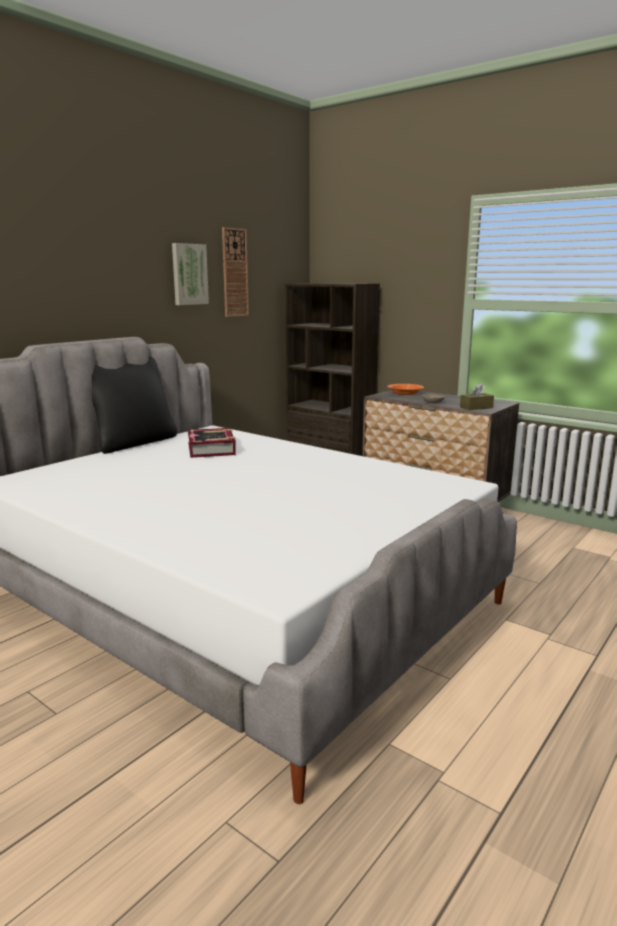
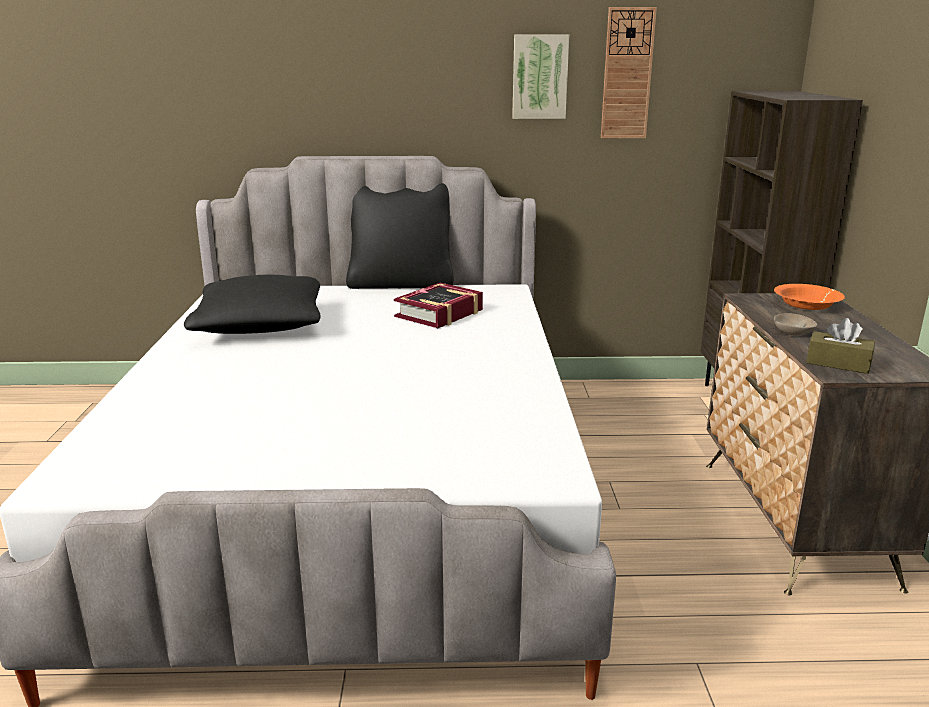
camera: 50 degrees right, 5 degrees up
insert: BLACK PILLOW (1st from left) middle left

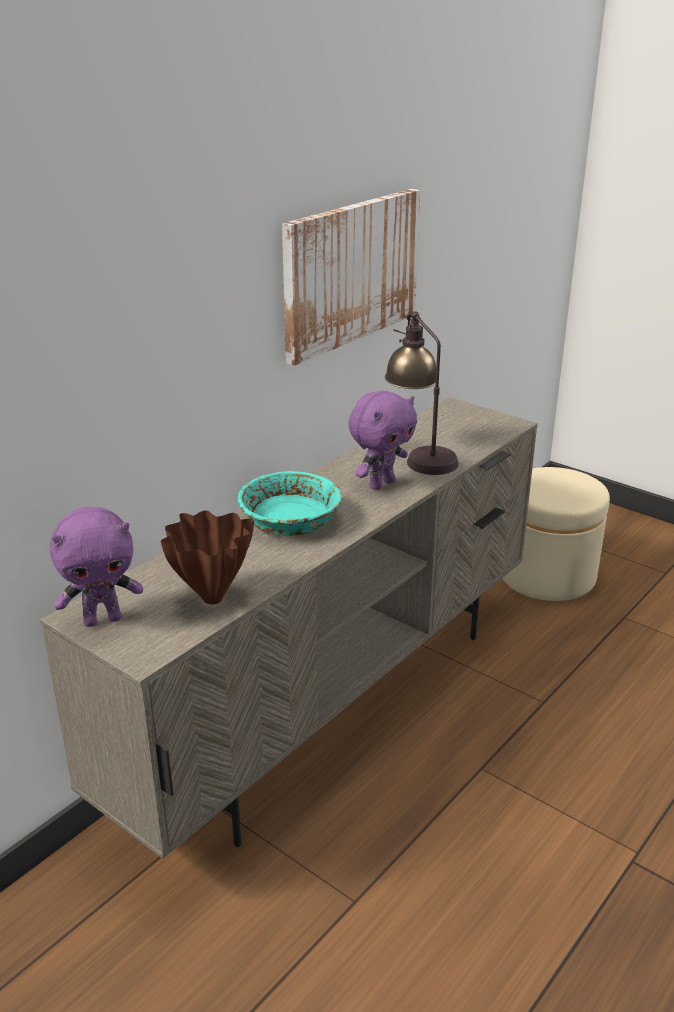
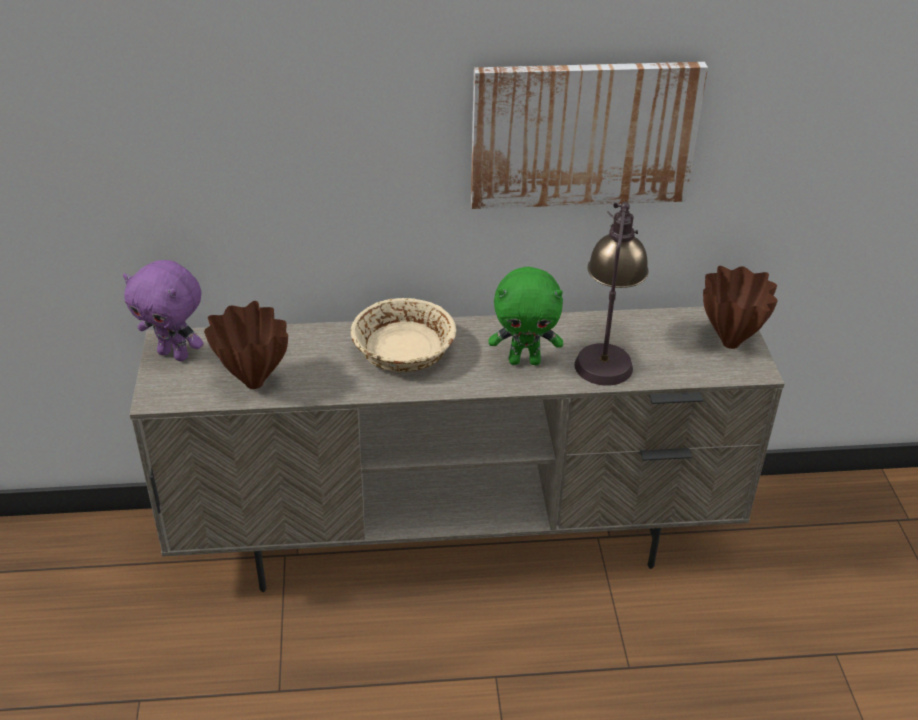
camera: 45 degrees right, 10 degrees up
delete: BEIGE OTTOMAN middle right
insert: BROWN VASE (2nd from left) middle right
recolor: TURQUOISE BOWL centre to BEIGE BOWL centre; PURPLE PLUSH TOY (2nd from left) centre to GREEN PLUSH TOY centre

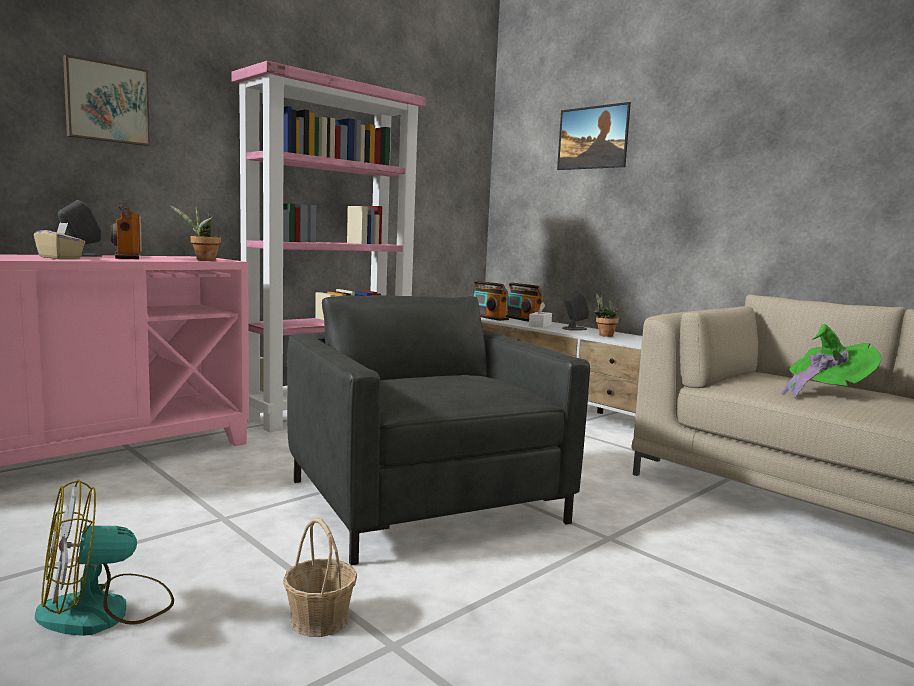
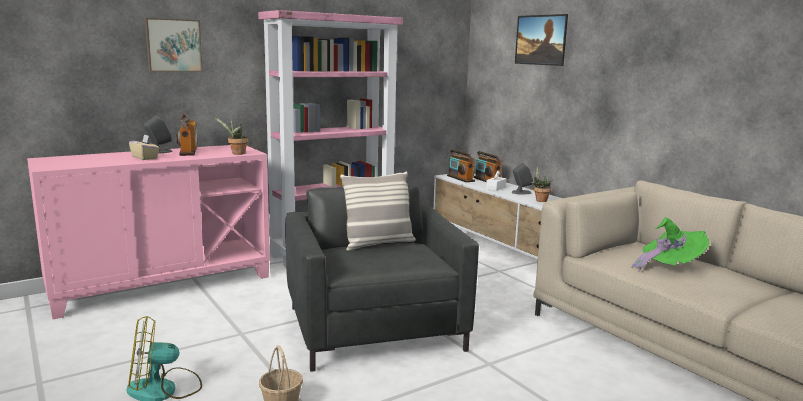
camera: 10 degrees right, 5 degrees up
insert: PILLOW centre

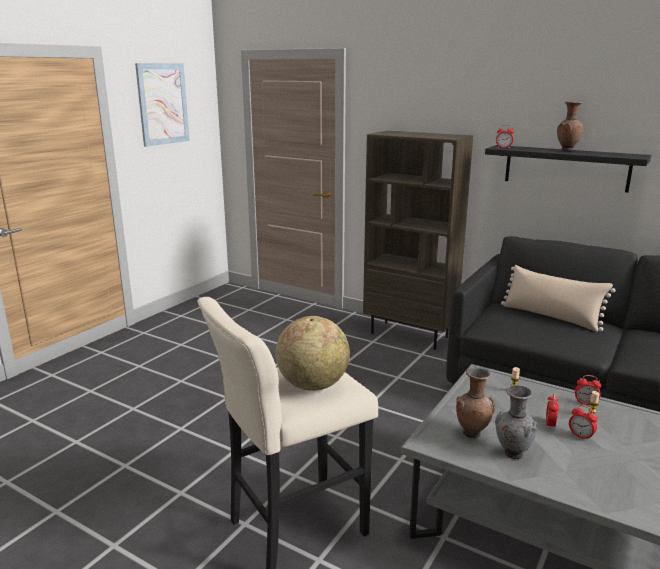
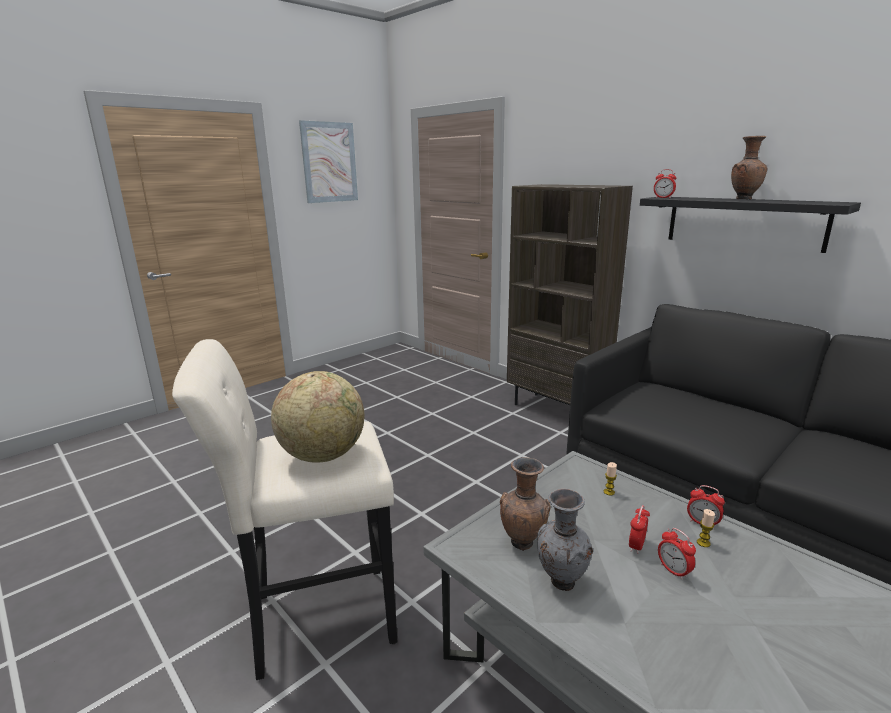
camera: 15 degrees right, 0 degrees up
delete: BEIGE PILLOW middle right

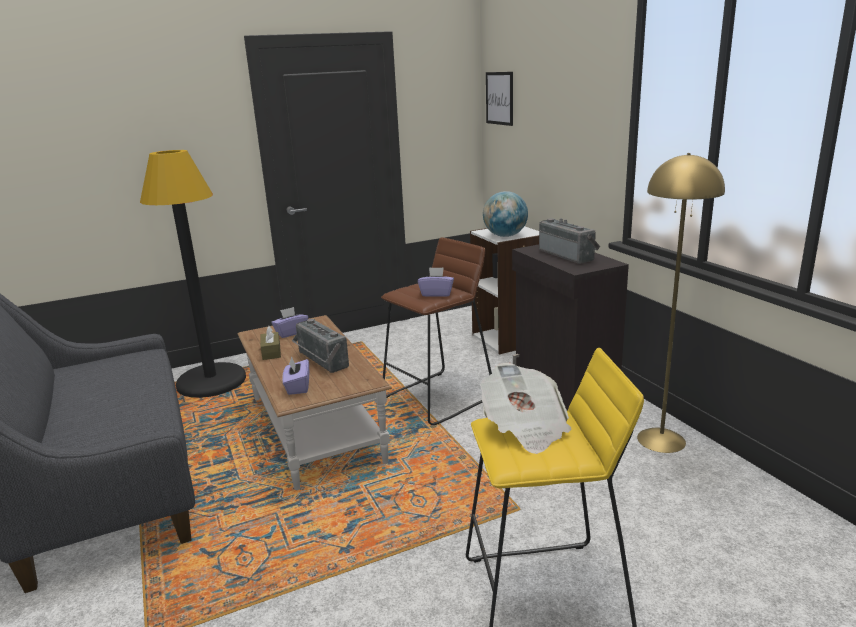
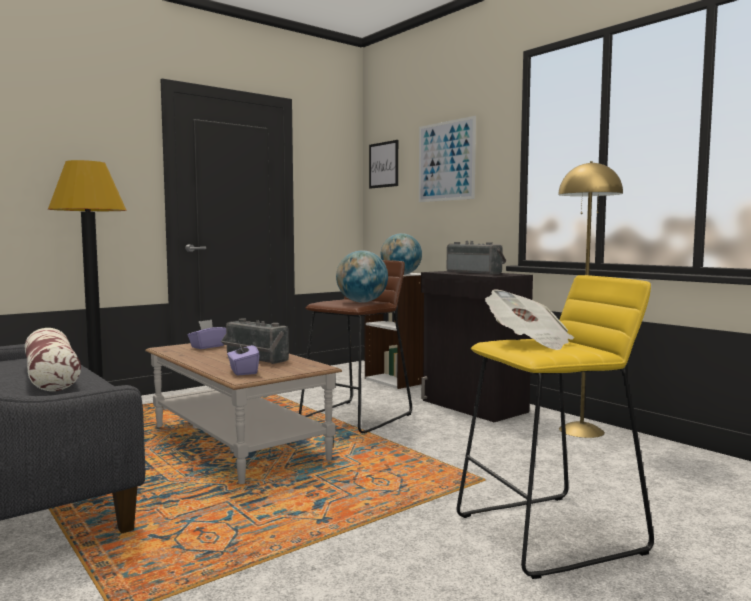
camera: 15 degrees left, 15 degrees down
delete: BROWN TISSUE BOX middle left
insert: PILLOW middle left; PICTURE (2nd from left) top centre
replace: PURPLE TISSUE BOX (3rd from left) centre to GLOBE (1st from left) centre

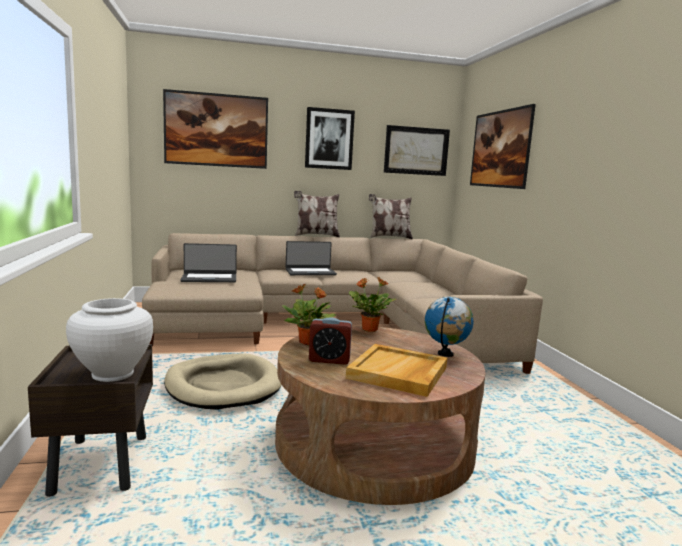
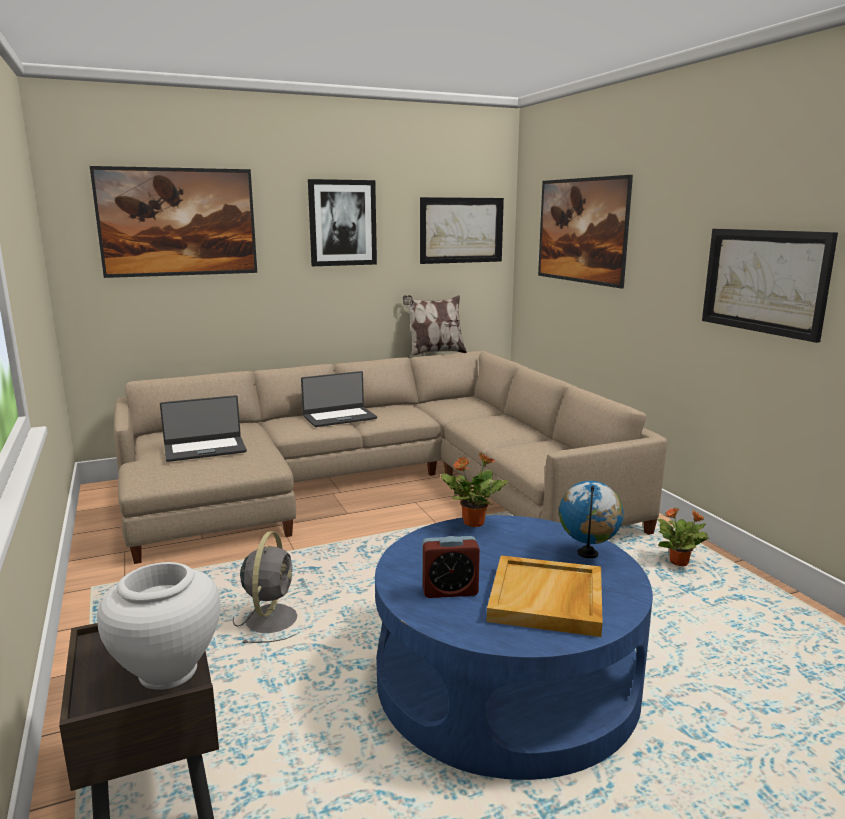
camera: 10 degrees left, 5 degrees up
delete: PILLOW (1st from left) centre
insert: PICTURE (5th from left) middle right
move: POTTED PLANT (1st from left in the first image) centre to POTTED PLANT (2nd from left) middle right
replace: BEIGE DOG BED bottom left to GREY FAN bottom left
recolor: BROWN COFFEE TABLE bottom centre to BLUE COFFEE TABLE bottom centre

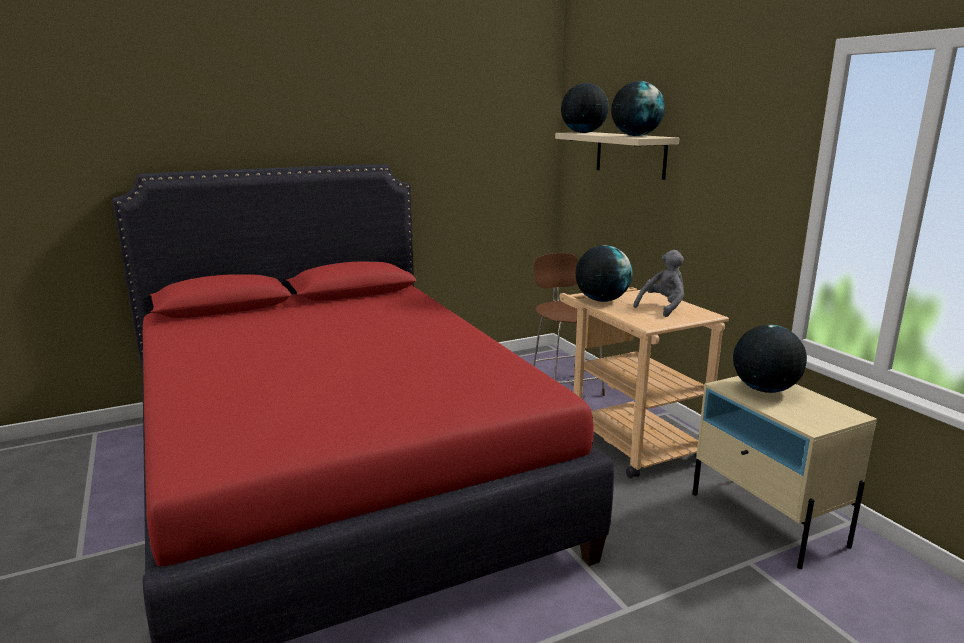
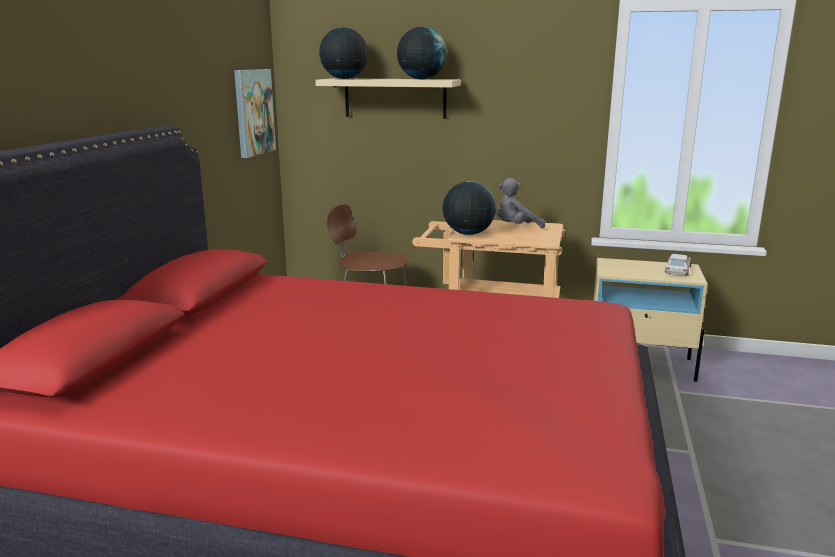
camera: 50 degrees left, 0 degrees up
delete: GLOBE (4th from left) middle right
insert: PICTURE top left; TOY CAR middle right
rotate: GREY PLUSH TOY middle right = centre 105 degrees counterclockwise

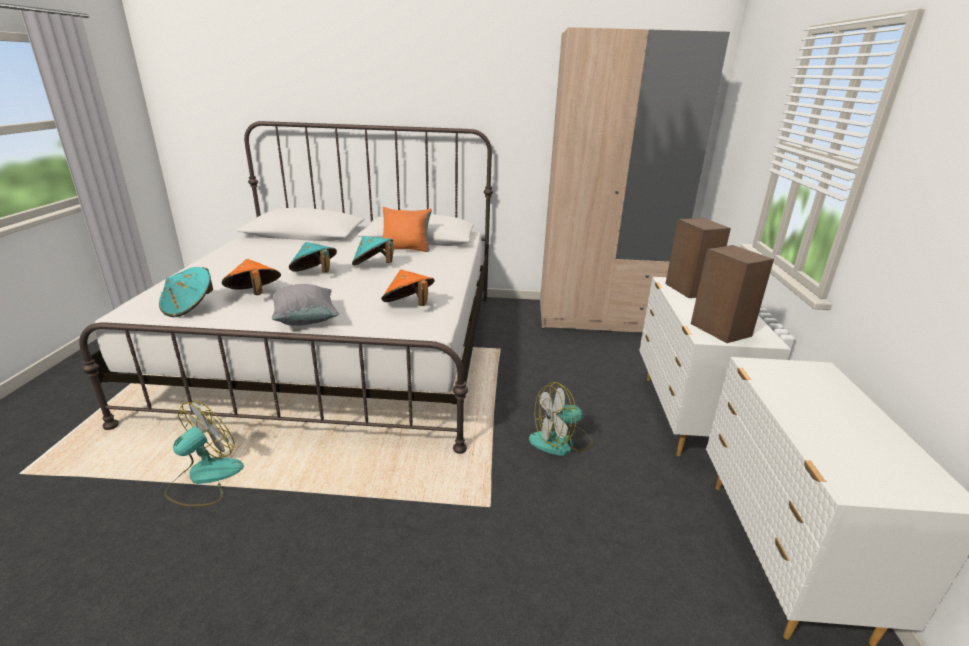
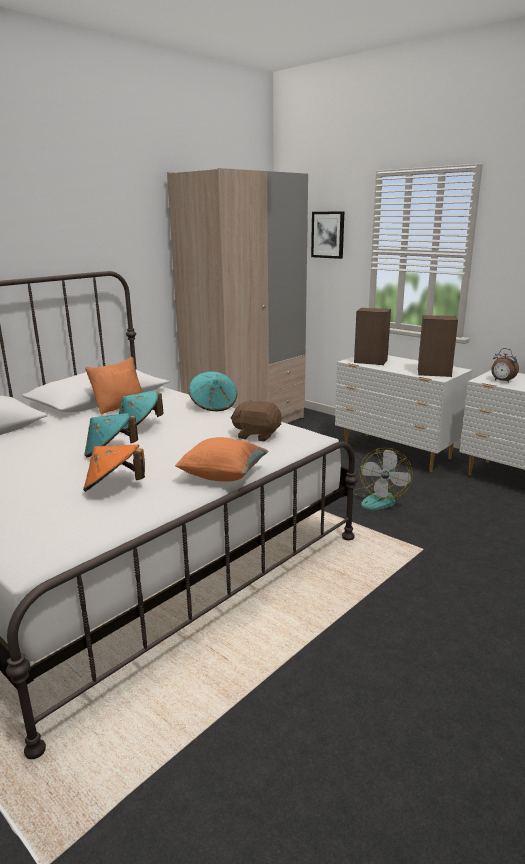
camera: 50 degrees left, 5 degrees down
delete: FAN (1st from left) bottom left
insert: PICTURE top centre; ALARM CLOCK middle right
move: TURQUOISE HAT (1st from left in the first image) middle left to TURQUOISE HAT (3rd from left) centre
replace: ORANGE HAT (2nd from left) centre to BROWN PLUSH TOY centre
recolor: GREY PILLOW middle left to ORANGE PILLOW (2nd from left) centre

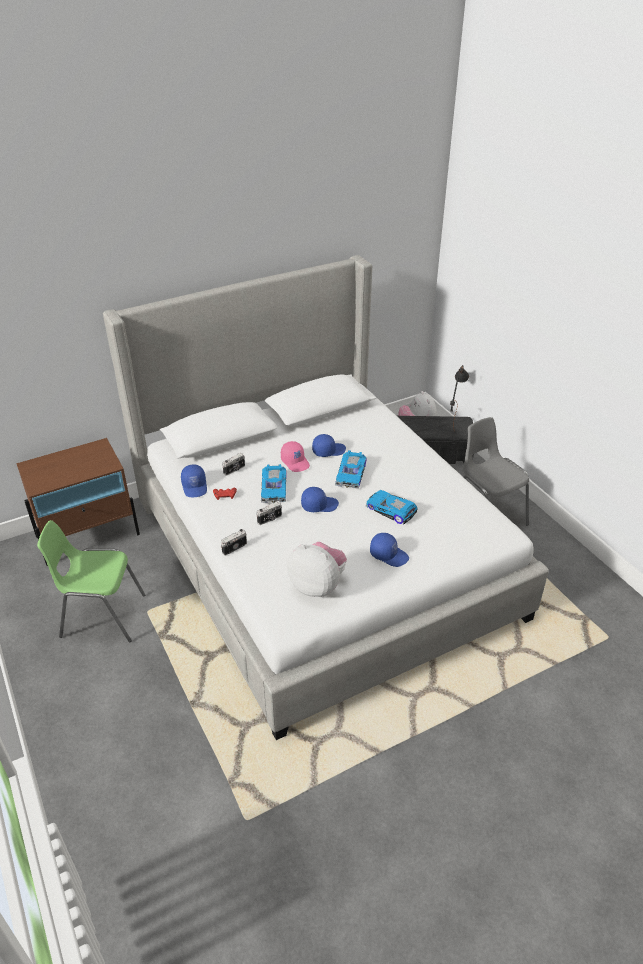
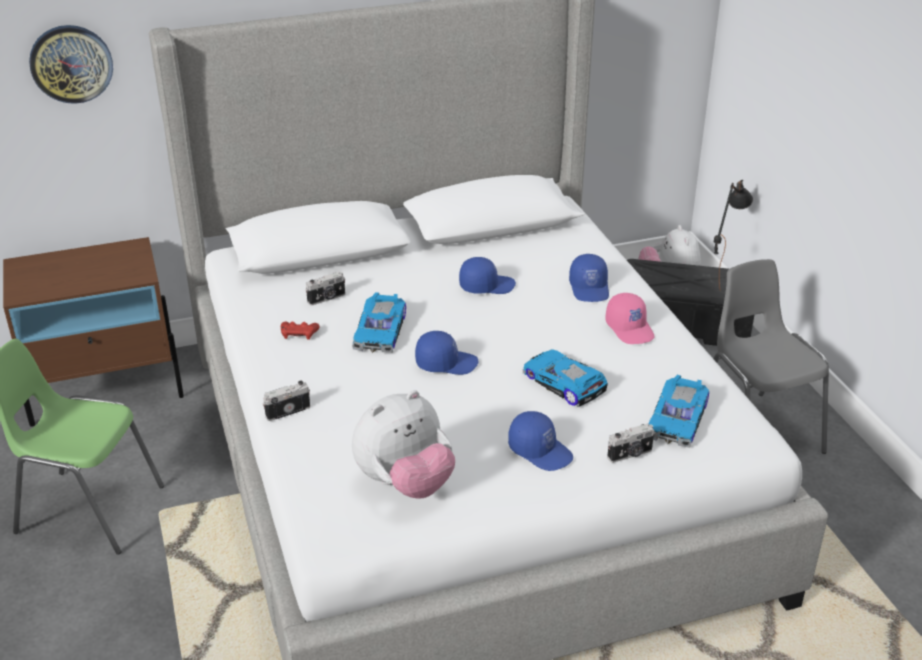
camera: 10 degrees right, 5 degrees down
insert: WALL CLOCK top left
move: BLUE CAP (1st from left in the first image) middle left to BLUE CAP (4th from left) centre; PHOTO CAMERA (3rd from left) centre to bottom right; PINK CAP centre to middle right; TOY CAR (2nd from left in the first image) centre to TOY CAR (3rd from left) middle right
rotate: PLUSH TOY (1st from left) centre = bottom centre 105 degrees clockwise

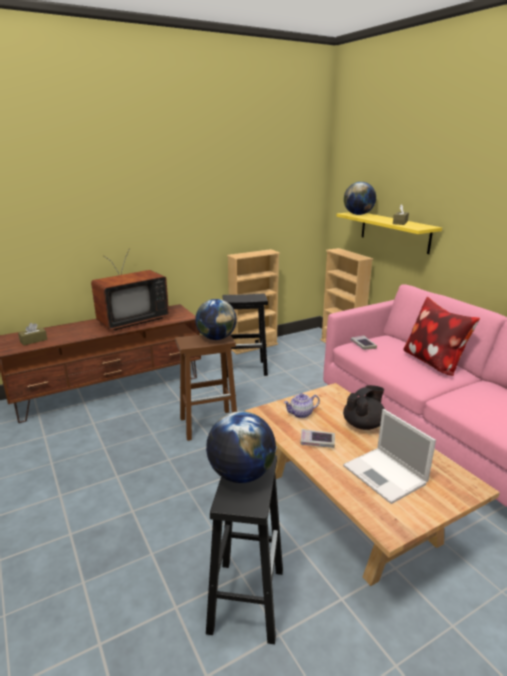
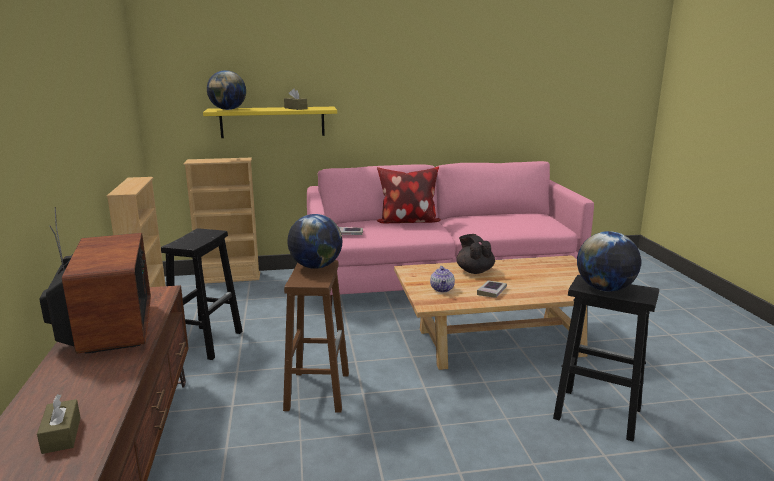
camera: 70 degrees left, 5 degrees down
delete: LAPTOP bottom right

